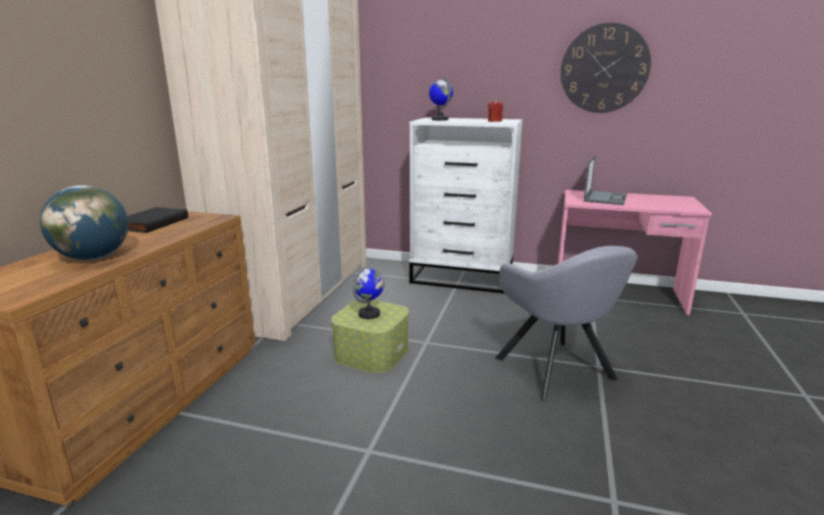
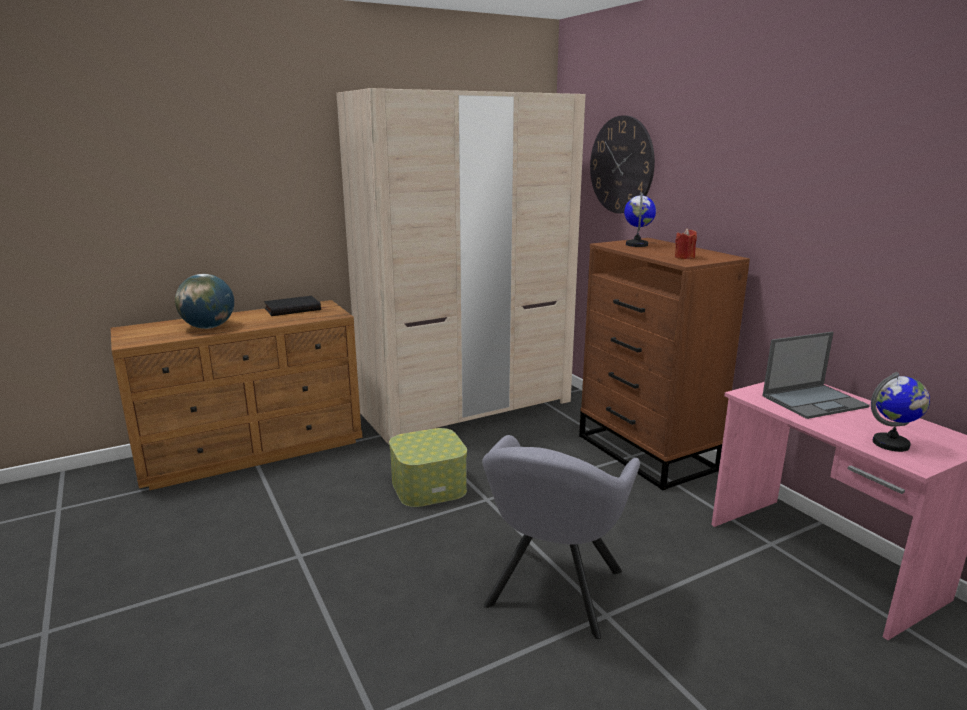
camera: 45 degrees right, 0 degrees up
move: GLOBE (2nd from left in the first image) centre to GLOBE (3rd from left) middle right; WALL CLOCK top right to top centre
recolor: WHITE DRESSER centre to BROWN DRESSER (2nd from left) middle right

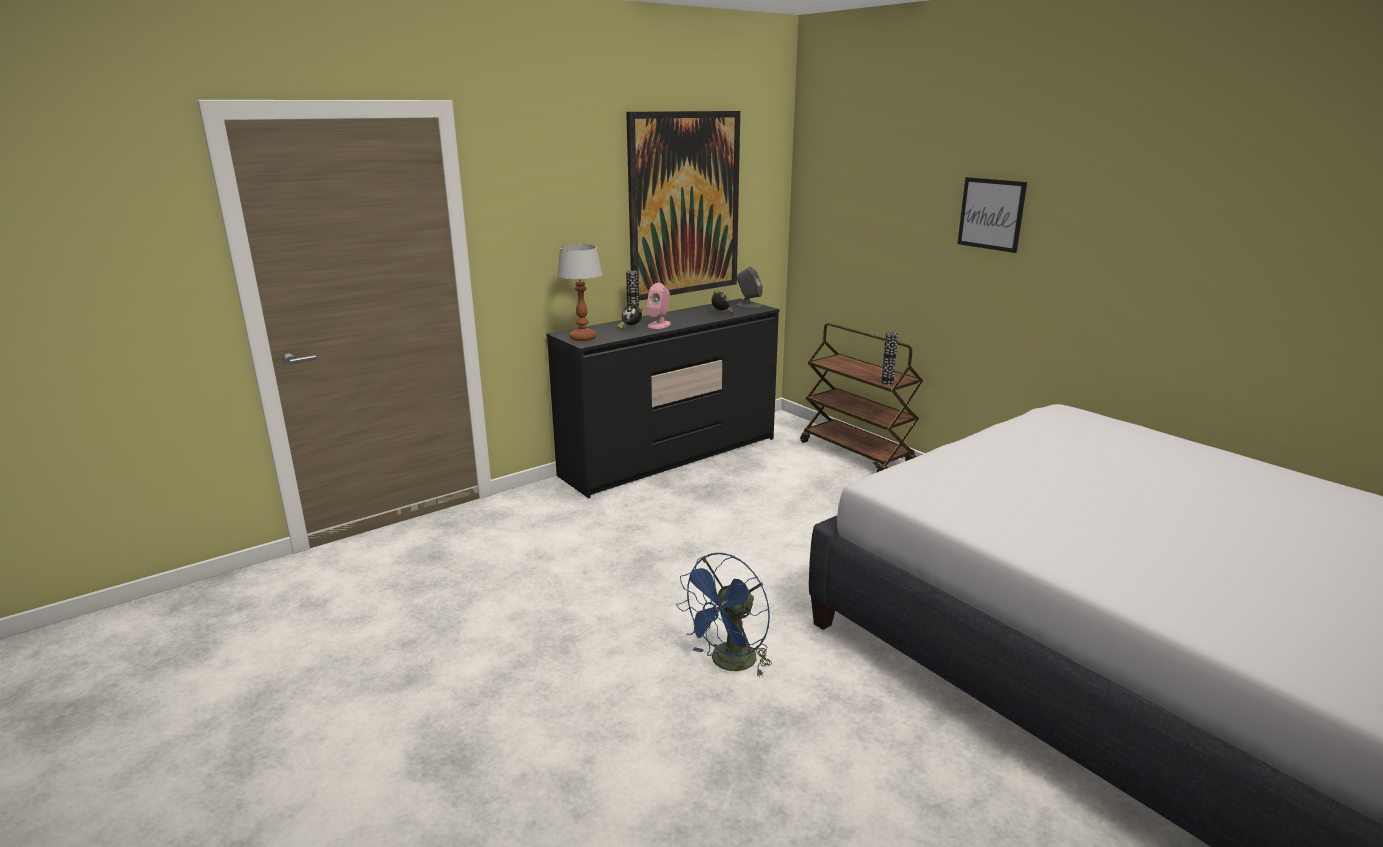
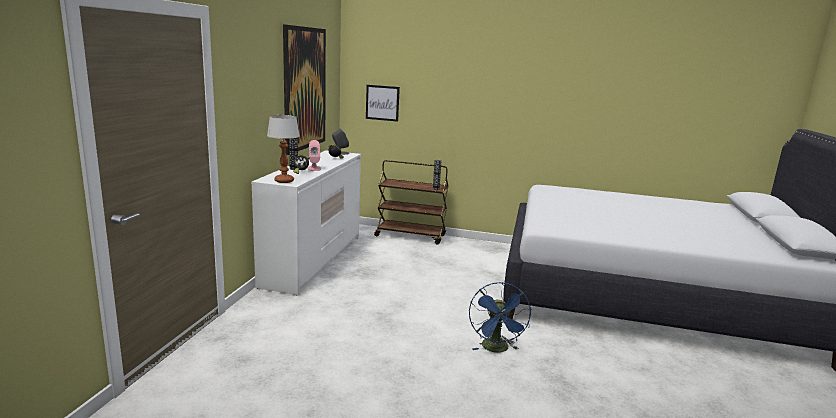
camera: 40 degrees left, 5 degrees down
move: PICTURE (2nd from left) top right to top centre
recolor: BLACK DRESSER centre to WHITE DRESSER centre

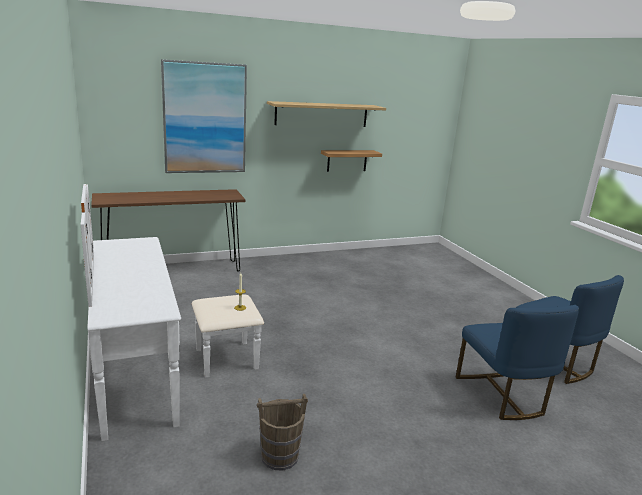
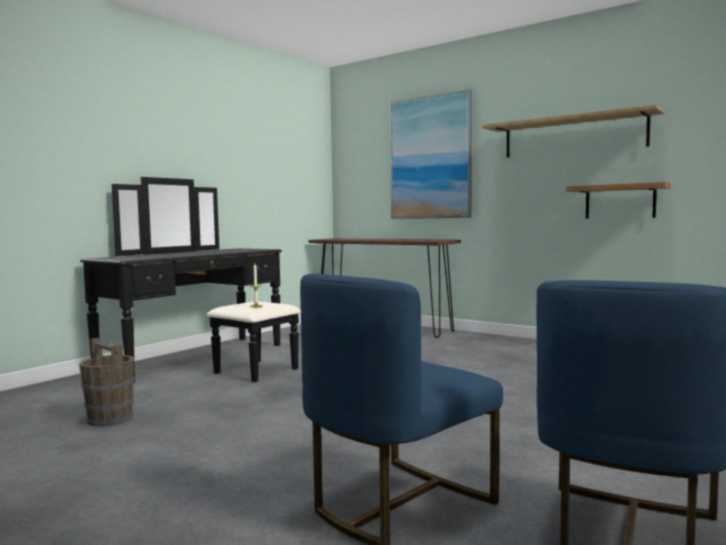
camera: 60 degrees right, 15 degrees down
recolor: WHITE DRESSER middle left to BLACK DRESSER middle left

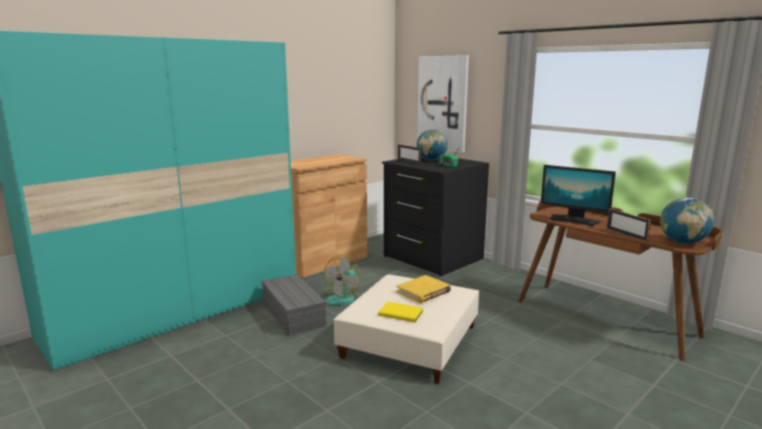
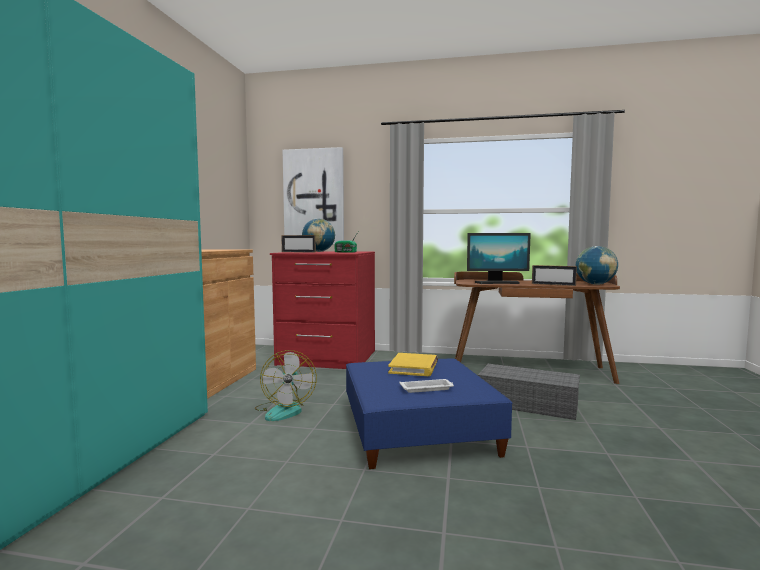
camera: 35 degrees left, 10 degrees down
move: GREY STORAGE BOX bottom centre to bottom right
replace: YELLOW BOOK (1st from left) bottom centre to WHITE TRAY bottom centre
recolor: BEIGE OTTOMAN bottom centre to BLUE OTTOMAN bottom centre; BLACK DRESSER centre to RED DRESSER centre

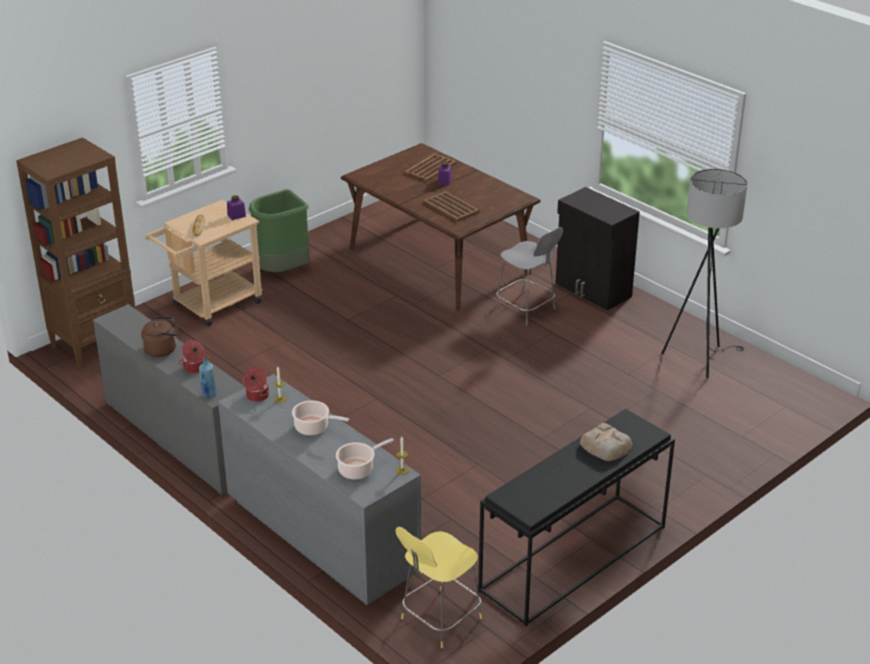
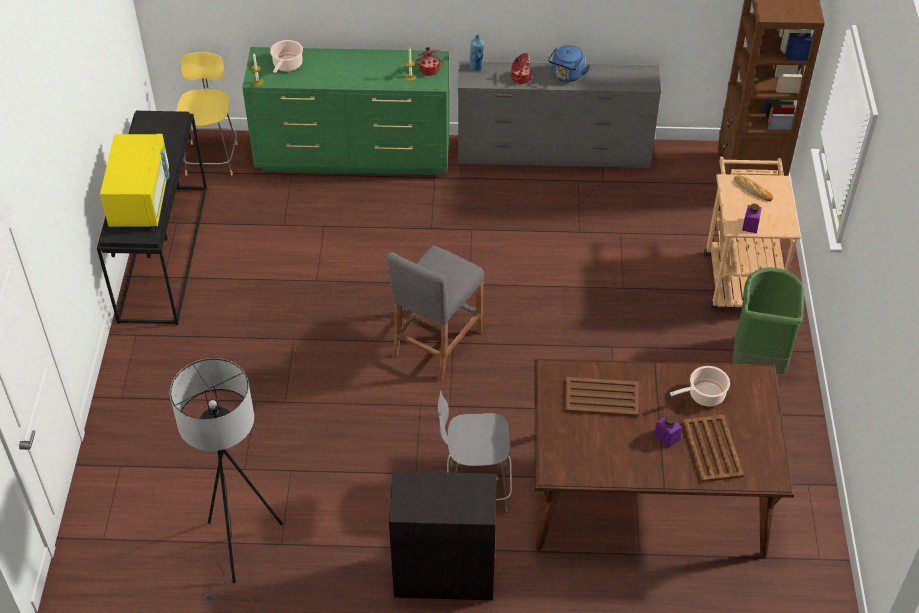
camera: 135 degrees right, 15 degrees up
insert: GREY STOOL (1st from left) centre
move: COOKING POT (3rd from left in the first image) centre to COOKING POT (4th from left) middle right
replace: BREAD (2nd from left) middle right to YELLOW MICROWAVE top left
recolor: BROWN KETTLE middle left to BLUE KETTLE top centre; GREY DRESSER (2nd from left) bottom centre to GREEN DRESSER top centre

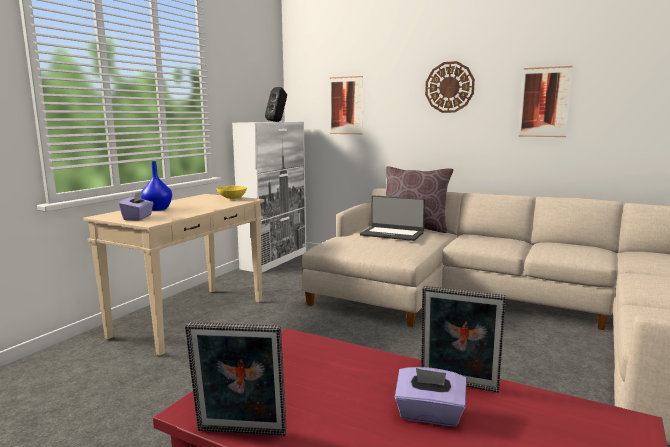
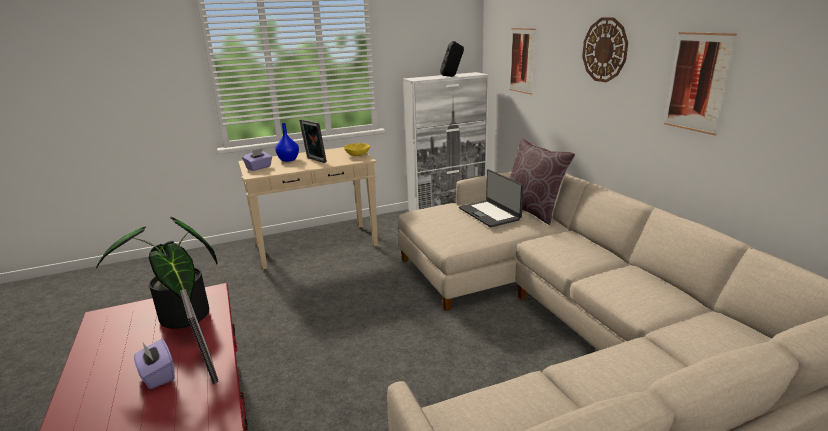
camera: 40 degrees right, 10 degrees up
insert: POTTED PLANT middle left
move: PICTURE FRAME (1st from left in the first image) bottom centre to PICTURE FRAME (2nd from left) top centre

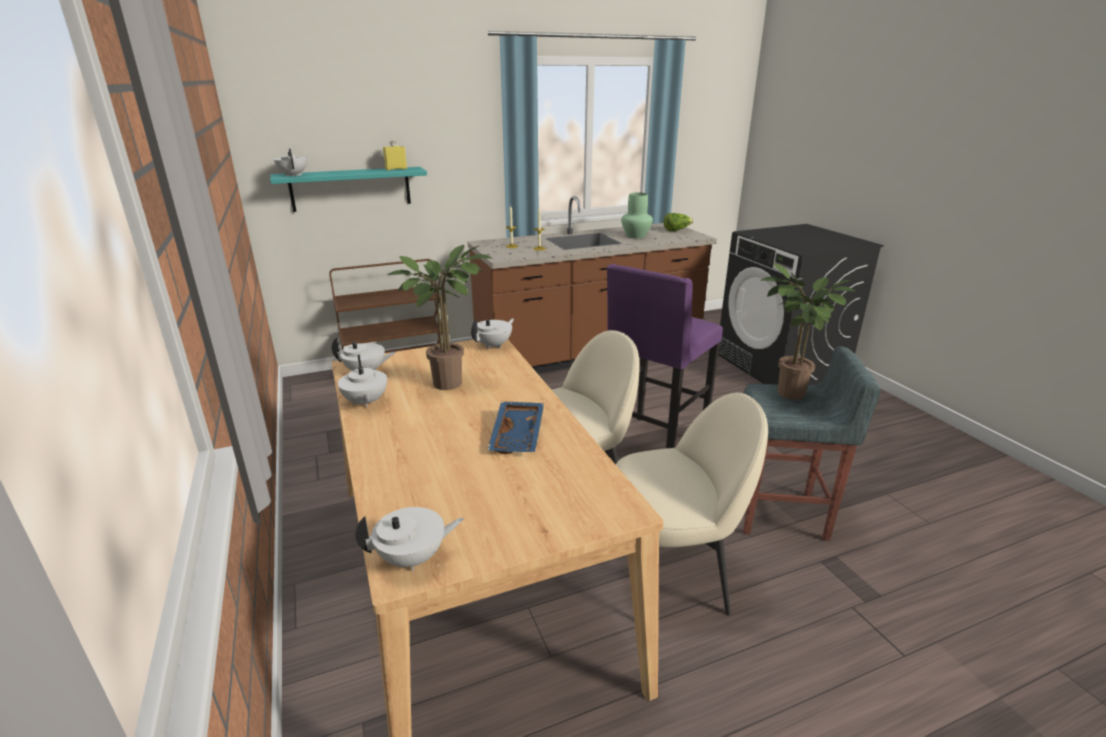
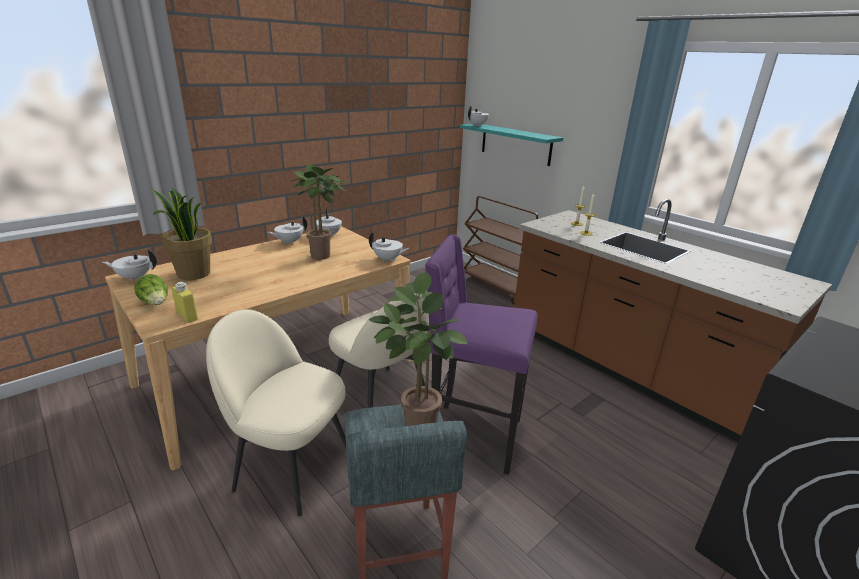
camera: 70 degrees right, 0 degrees up
delete: BLUE TRAY centre; GREEN VASE top centre
insert: POTTED PLANT (1st from left) middle left
move: YELLOW BOTTLE top centre to middle left; LETTUCE top centre to middle left
rotate: WHITE TEAPOT (4th from left in the first image) bottom centre = middle left 120 degrees clockwise; BEIGE CHAIR (2nd from left in the first image) bottom centre = bottom left 135 degrees clockwise

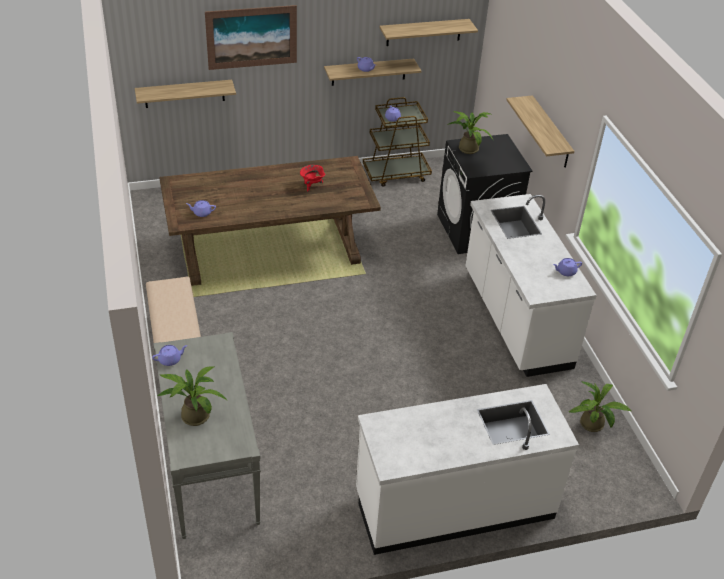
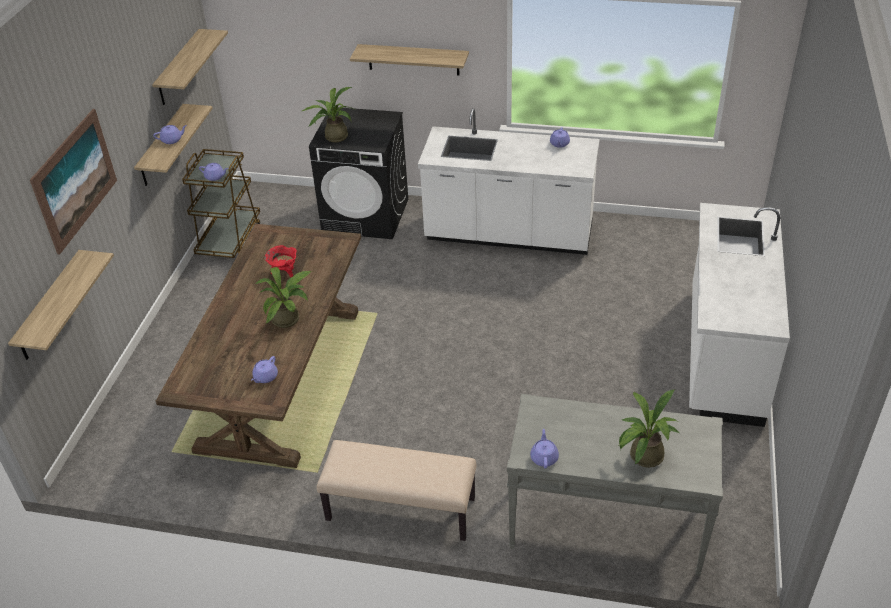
camera: 60 degrees left, 0 degrees up
move: POTTED PLANT (3rd from left in the first image) bottom right to POTTED PLANT (1st from left) middle left

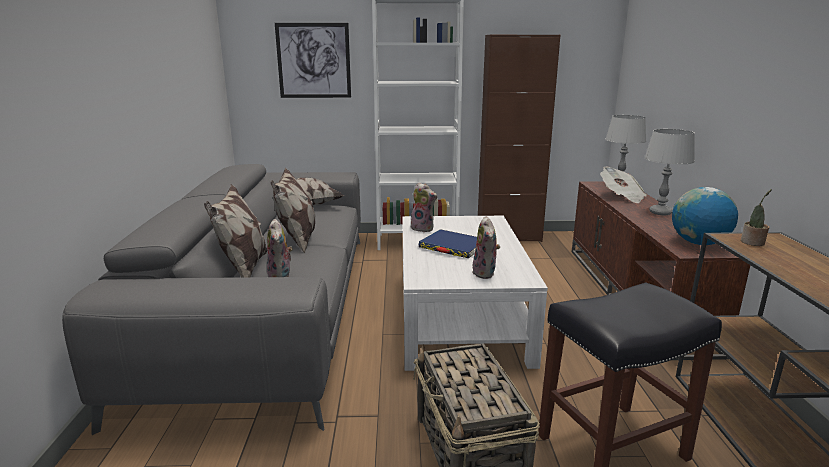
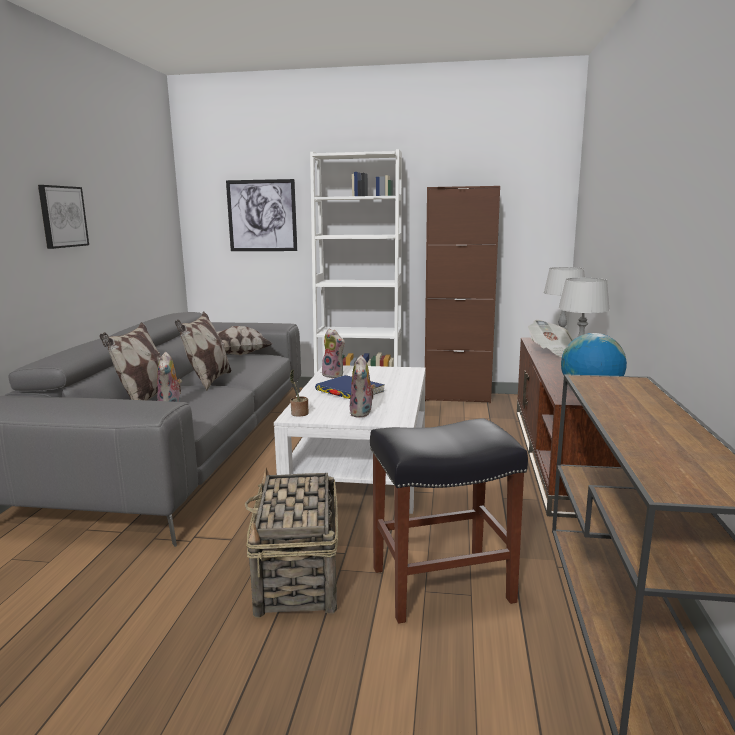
camera: 10 degrees right, 5 degrees down
insert: PICTURE (1st from left) top left
move: POTTED PLANT middle right to centre

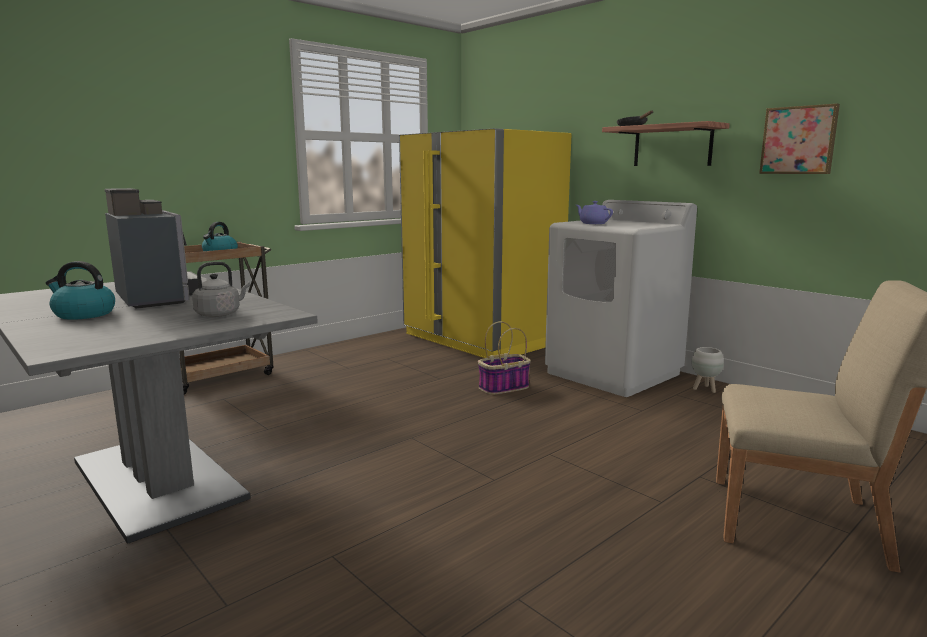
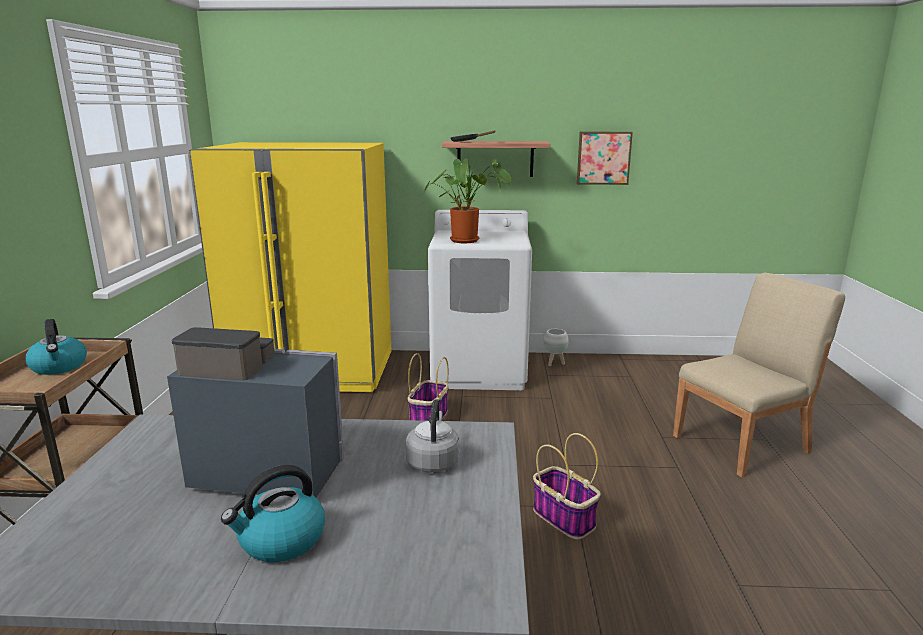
camera: 45 degrees left, 5 degrees up
insert: BASKET (2nd from left) bottom centre
replace: PURPLE TEAPOT top centre to POTTED PLANT top centre

